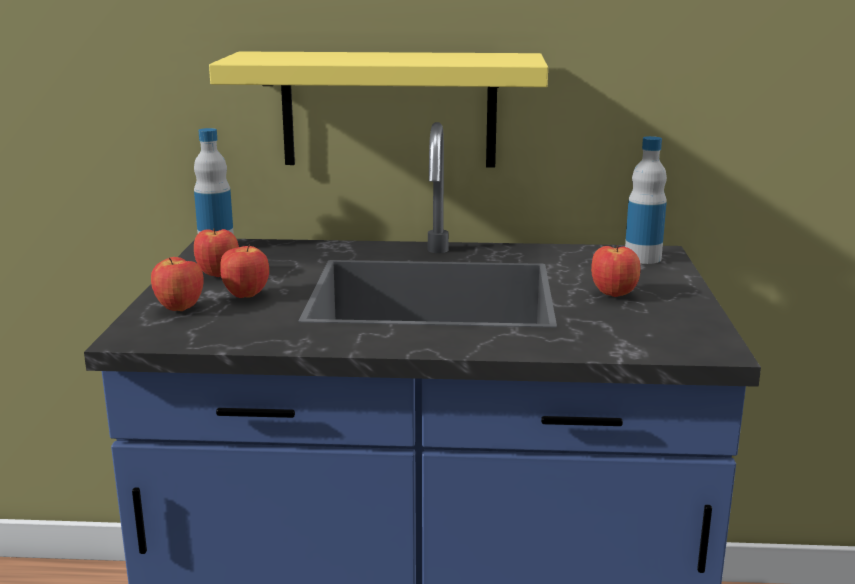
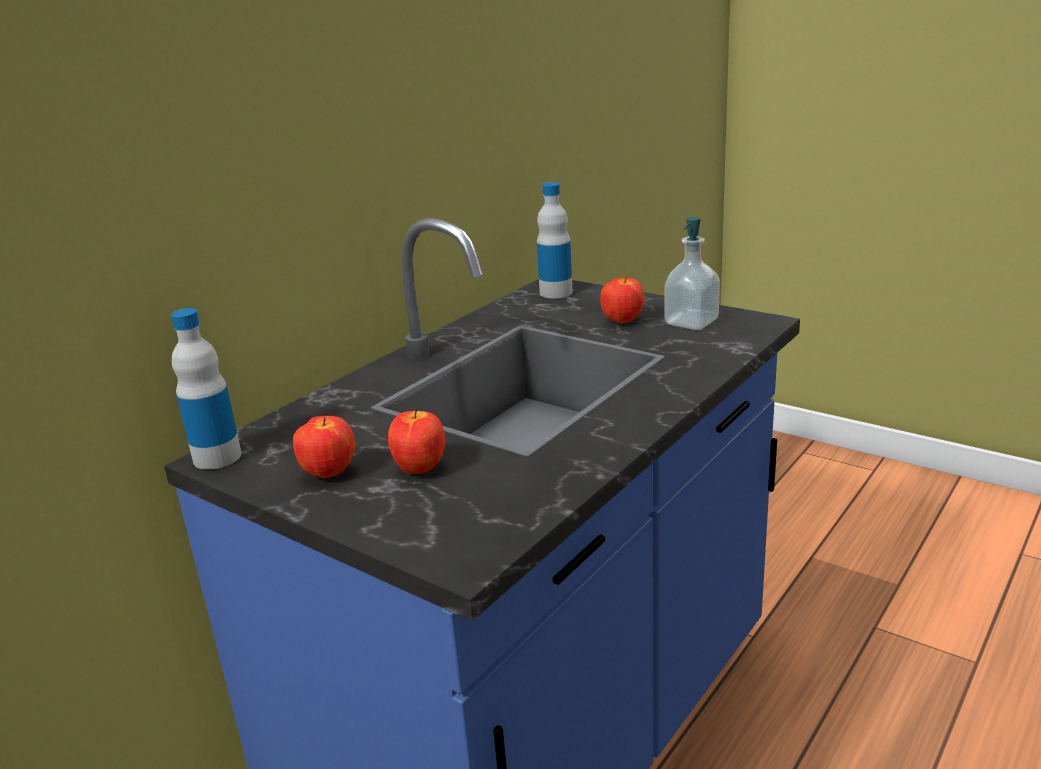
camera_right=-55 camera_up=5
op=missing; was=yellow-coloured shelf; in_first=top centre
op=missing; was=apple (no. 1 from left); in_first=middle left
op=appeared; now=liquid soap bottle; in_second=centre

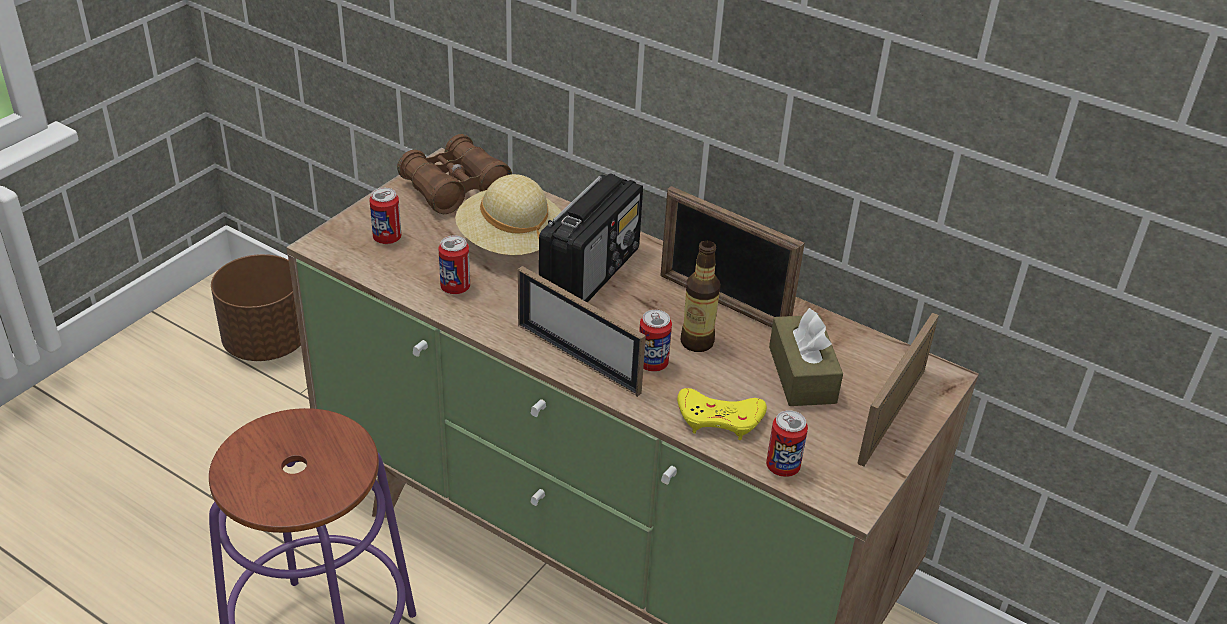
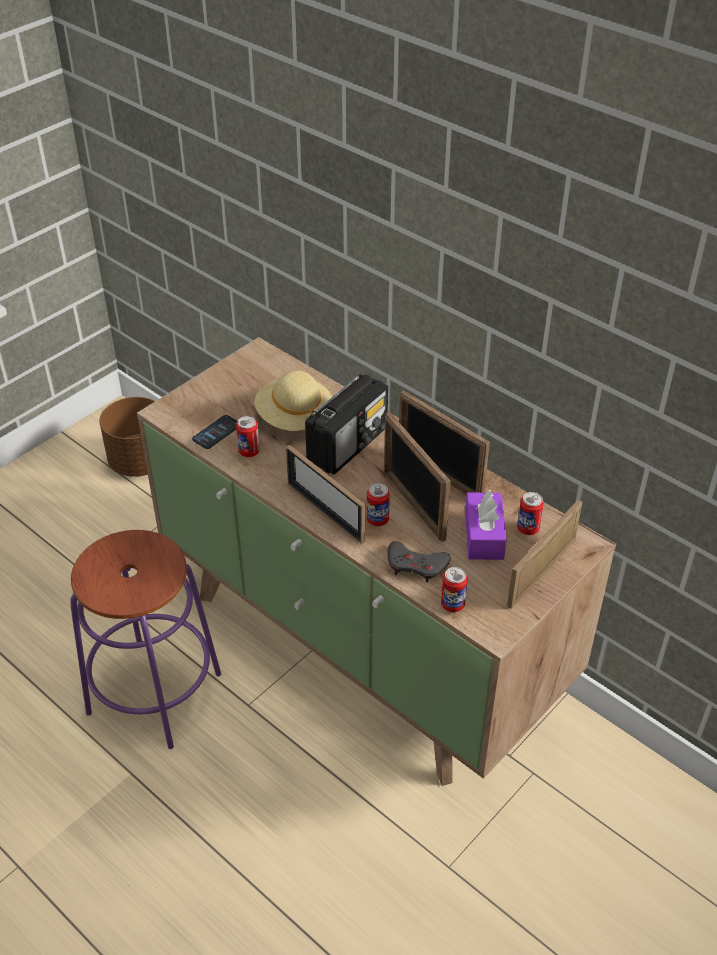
camera_right=10 camera_up=5
op=missing; was=brownish binoculars; in_first=top centre
op=relocated; was=metal can (no. 1 from left in the first image); now=metal can (no. 4 from left); in_first=middle left; in_second=middle right
op=exchanged; was=beverage bottle; now=picture frame (no. 2 from left); in_first=centre; in_second=centre
op=colour; was=brownish tissue box; now=purplish tissue box; in_first=centre; in_second=middle right
op=colour; was=yellow-coloured game controller; now=grey game controller; in_first=centre; in_second=centre
op=appeared; now=telephone; in_second=middle left

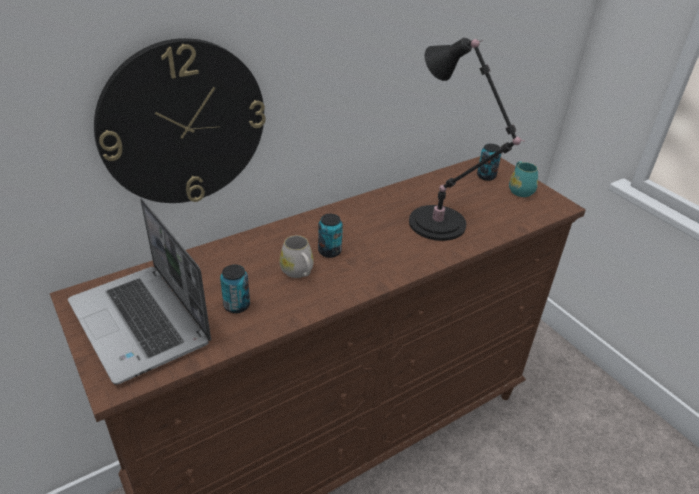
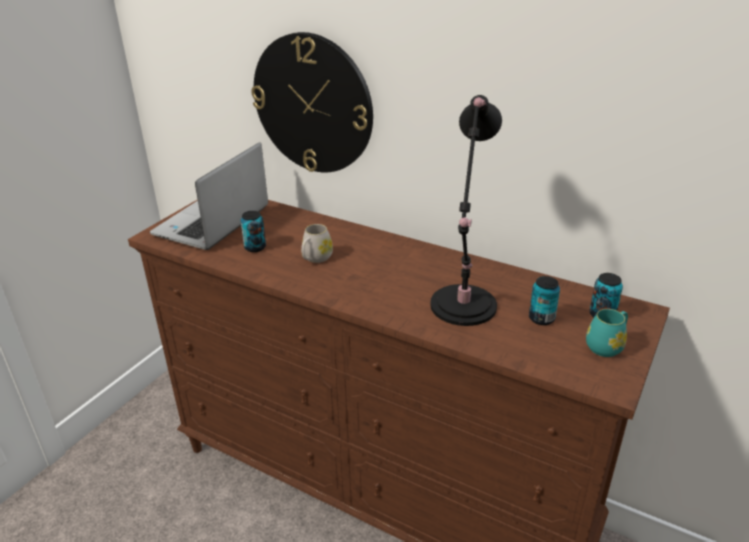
camera_right=65 camera_up=-5
op=relocated; was=metal can (no. 2 from left); in_first=centre; in_second=middle right

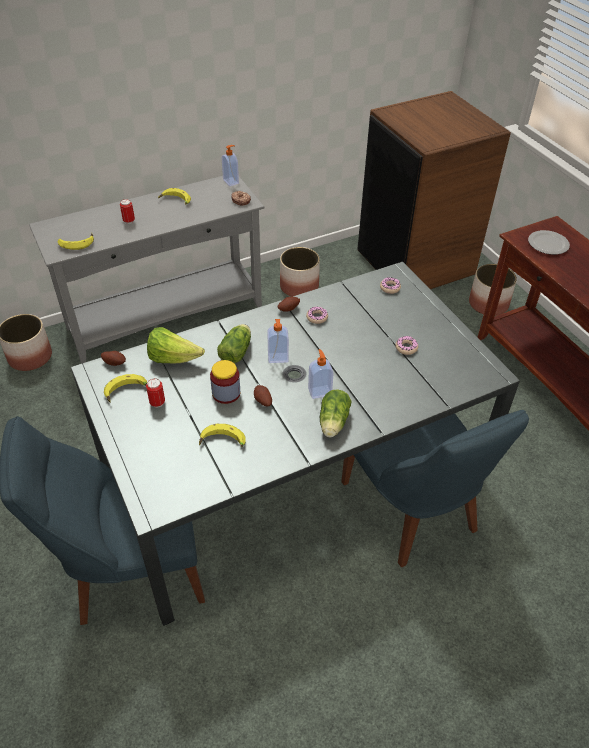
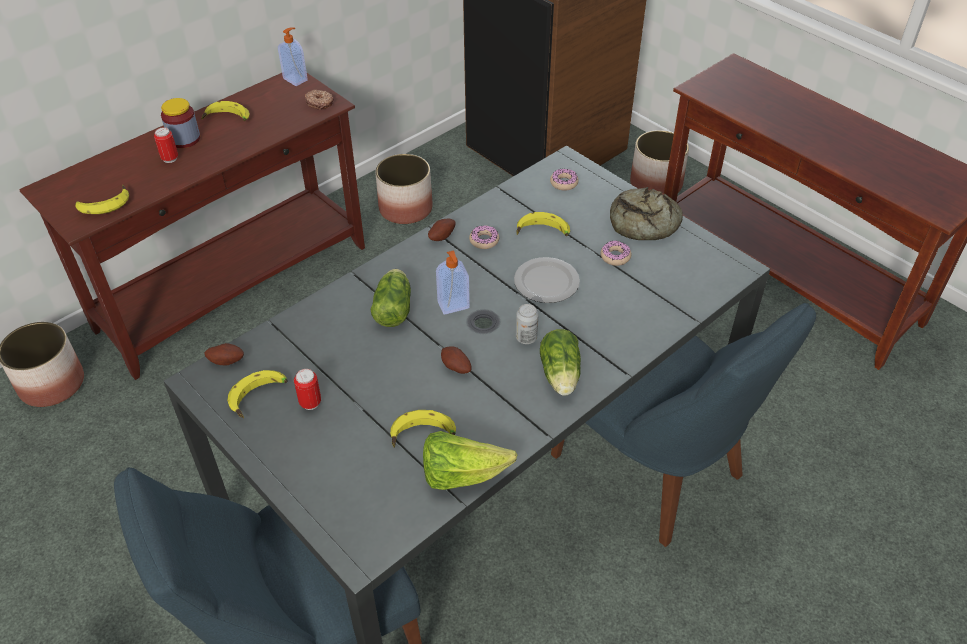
camera_right=-15 camera_up=0
op=colour; was=grey hall table; now=brownish hall table (no. 1 from left); in_first=middle left; in_second=middle left
op=relocated; was=flat dish; in_first=top right; in_second=centre
op=relocated; was=lettuce head (no. 1 from left in the first image); now=lettuce head (no. 2 from left); in_first=middle left; in_second=bottom centre
op=exchanged; was=liquid soap bottle (no. 3 from left); now=metal can (no. 3 from left); in_first=centre; in_second=centre
op=relocated; was=jar; in_first=centre; in_second=top left
op=appeared; now=bakery bread; in_second=top right
op=appeared; now=banana fruit (no. 5 from left); in_second=centre

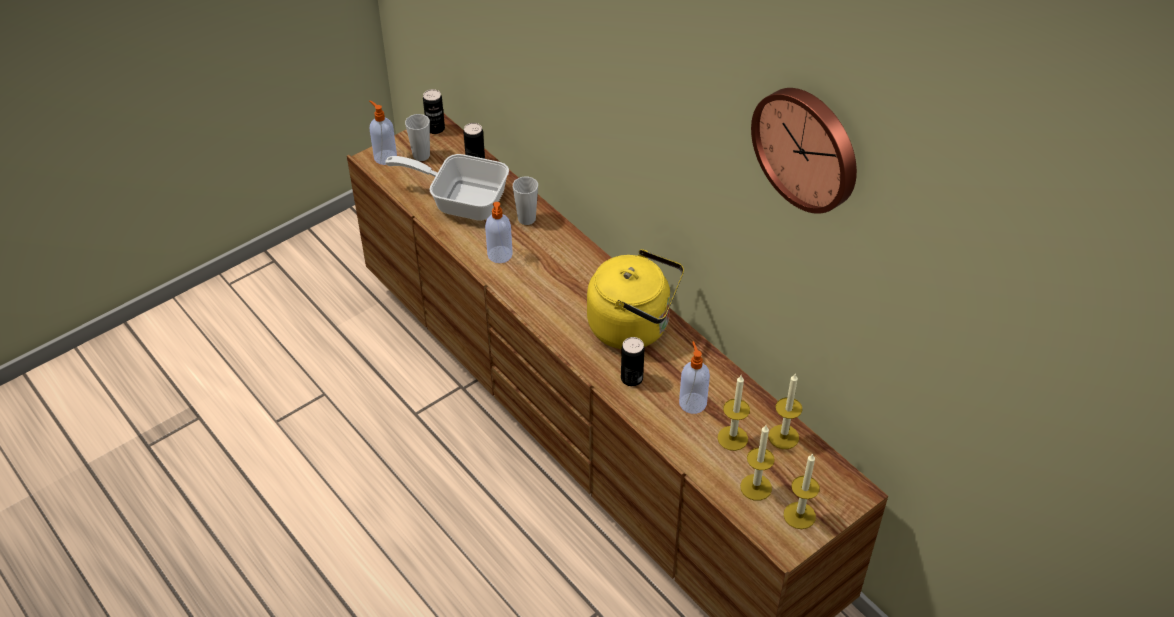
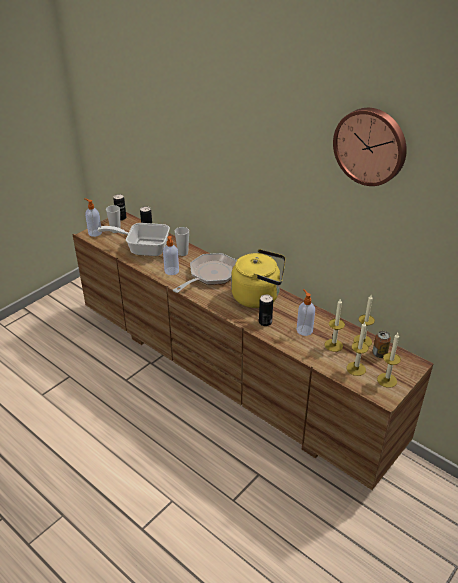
camera_right=-10 camera_up=-10
op=appeared; now=skillet (no. 2 from left); in_second=centre
op=appeared; now=metal can (no. 4 from left); in_second=middle right

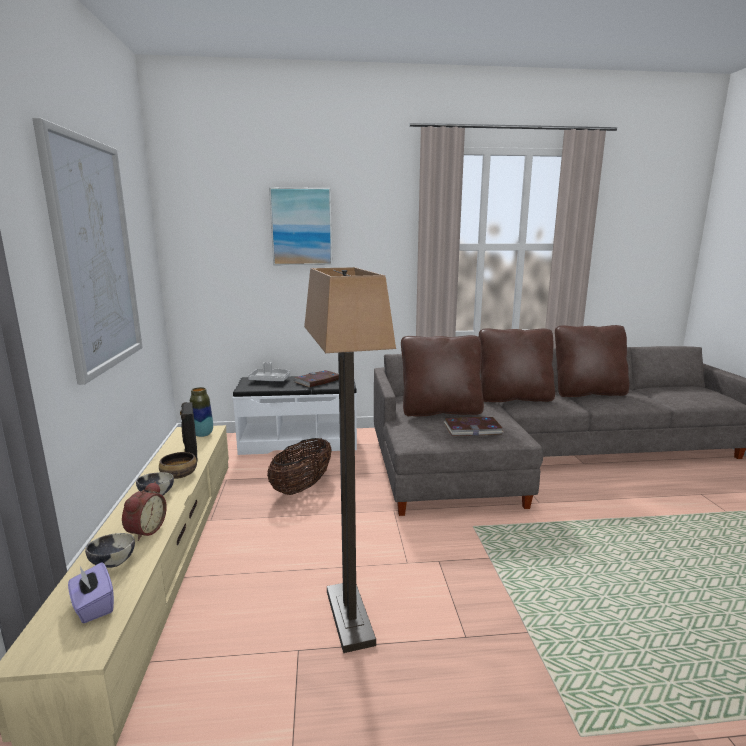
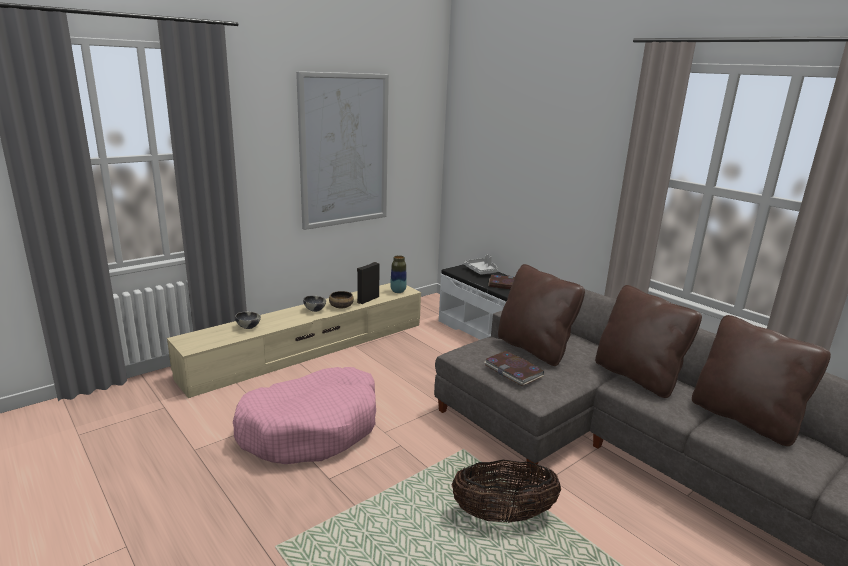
camera_right=55 camera_up=5
op=missing; was=wall picture (no. 2 from left); in_first=top centre
op=exchanged; was=floor lamp; now=pink-coloured dog bed; in_first=centre; in_second=bottom centre
op=relocated; was=household basket; in_first=centre; in_second=bottom centre
op=missing; was=table clock; in_first=bottom left
op=missing; was=purplish tissue box; in_first=bottom left

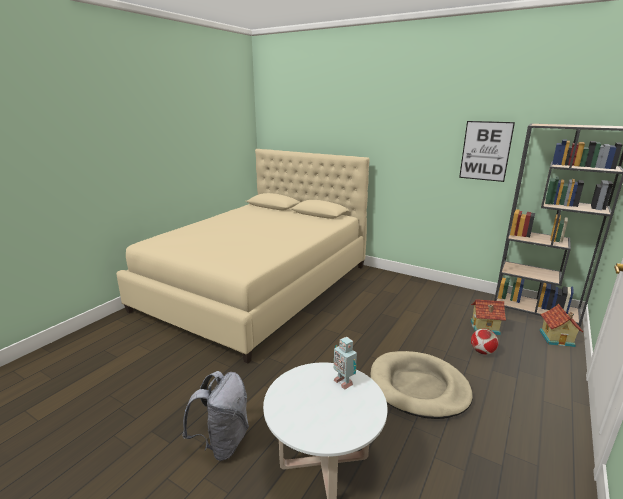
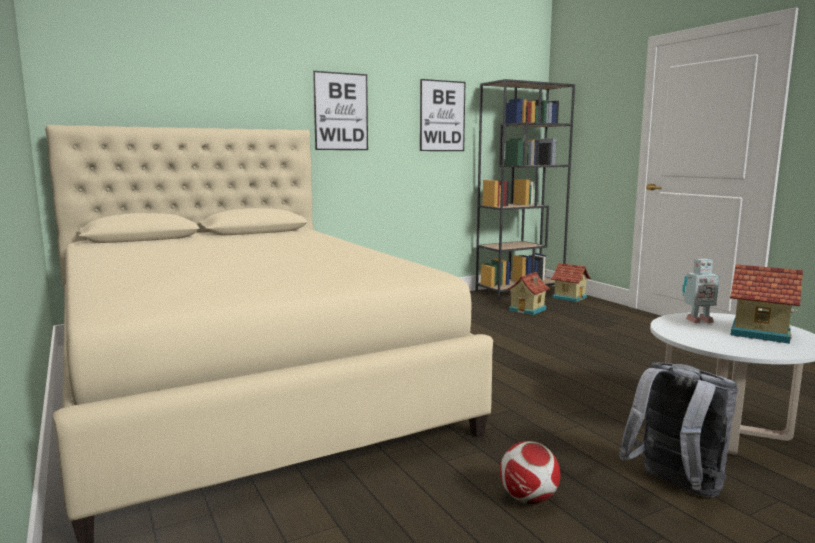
camera_right=-60 camera_up=-10
op=relocated; was=football; in_first=bottom right; in_second=bottom centre
op=missing; was=beige dog bed; in_first=bottom right
op=appeared; now=wall picture (no. 1 from left); in_second=top centre
op=appeared; now=toy house (no. 3 from left); in_second=middle right

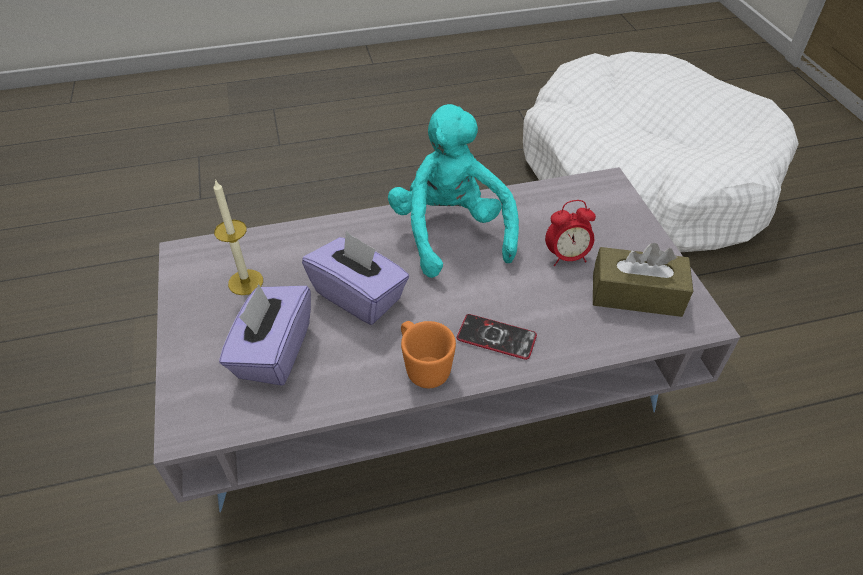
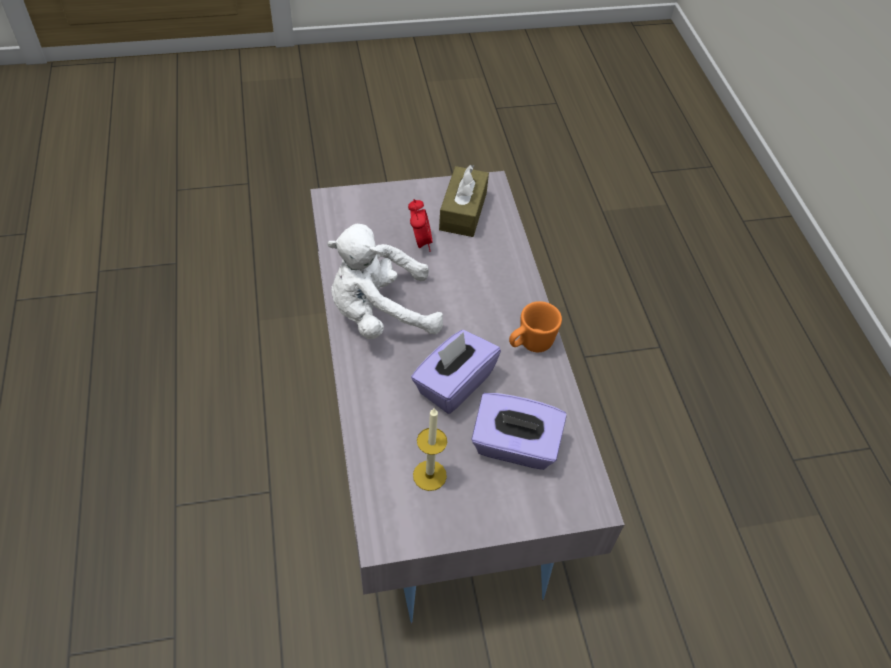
camera_right=-90 camera_up=5
op=missing; was=white-coloured dog bed; in_first=top right
op=colour; was=turquoise cuddly toy; now=white-coloured cuddly toy; in_first=top centre; in_second=centre
op=missing; was=telephone; in_first=centre

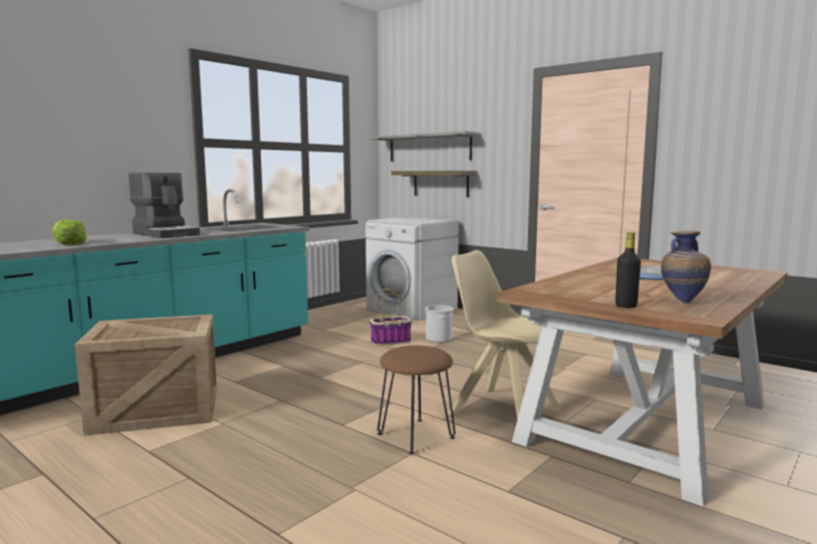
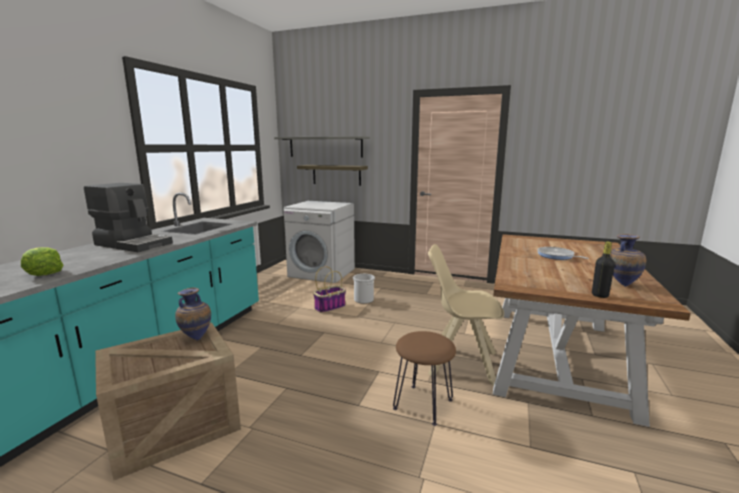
camera_right=-20 camera_up=5
op=appeared; now=decorative vase (no. 1 from left); in_second=middle left

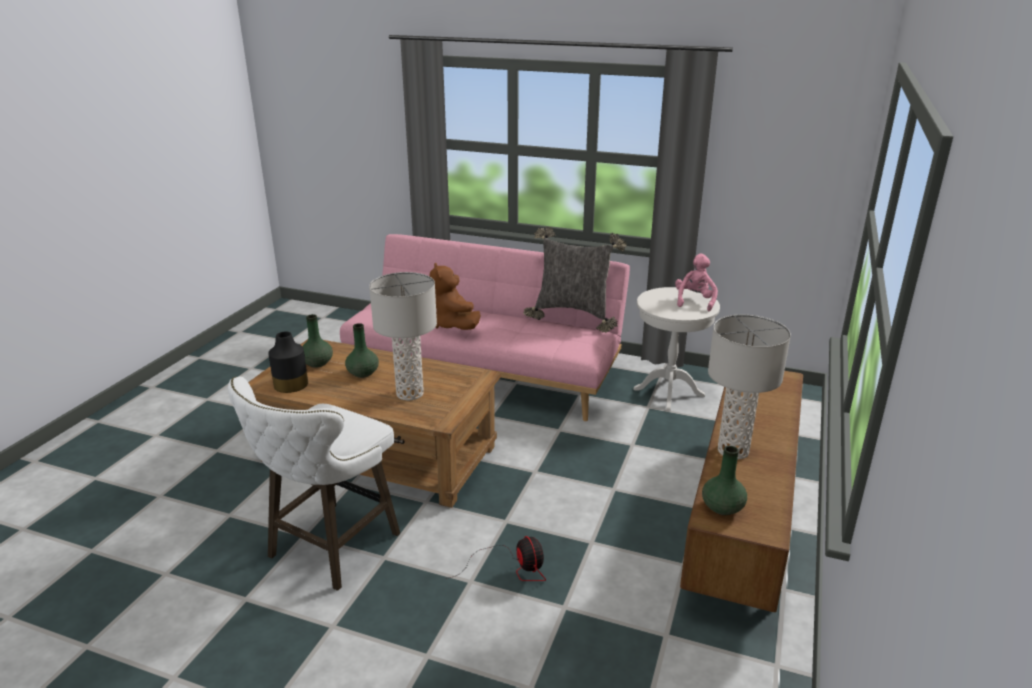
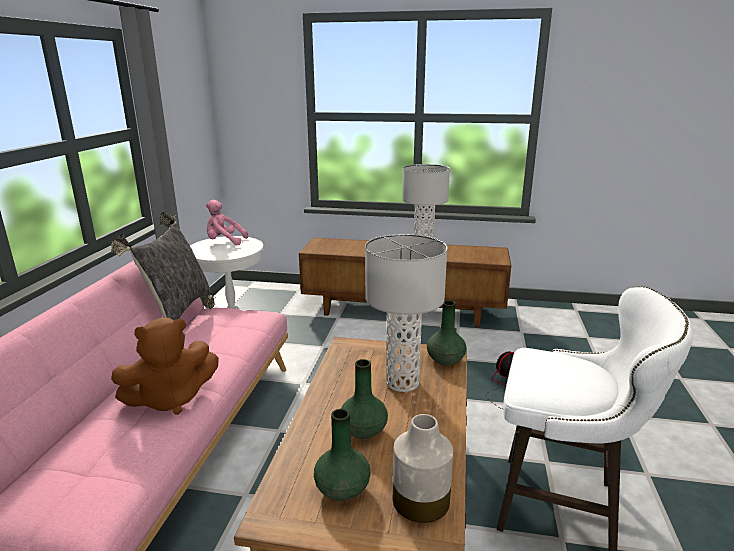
camera_right=-100 camera_up=-5
op=colour; was=blackish decorative vase; now=beige decorative vase; in_first=middle left; in_second=bottom centre
op=relocated; was=green-coloured decorative vase (no. 3 from left); in_first=bottom right; in_second=centre

